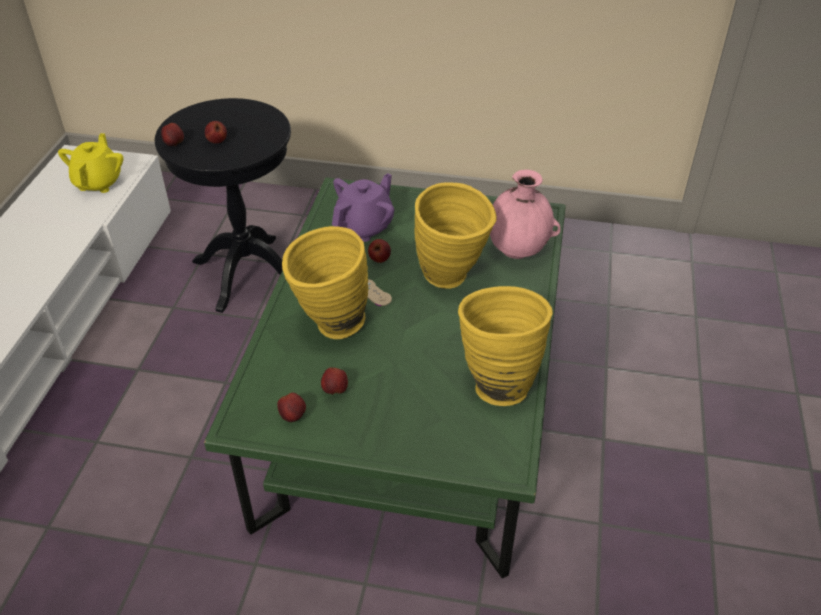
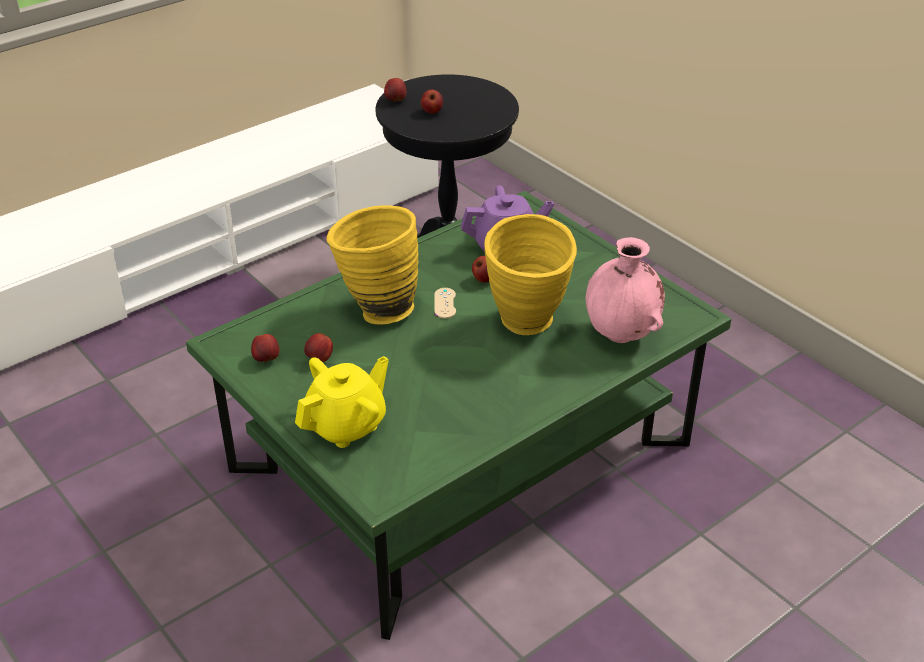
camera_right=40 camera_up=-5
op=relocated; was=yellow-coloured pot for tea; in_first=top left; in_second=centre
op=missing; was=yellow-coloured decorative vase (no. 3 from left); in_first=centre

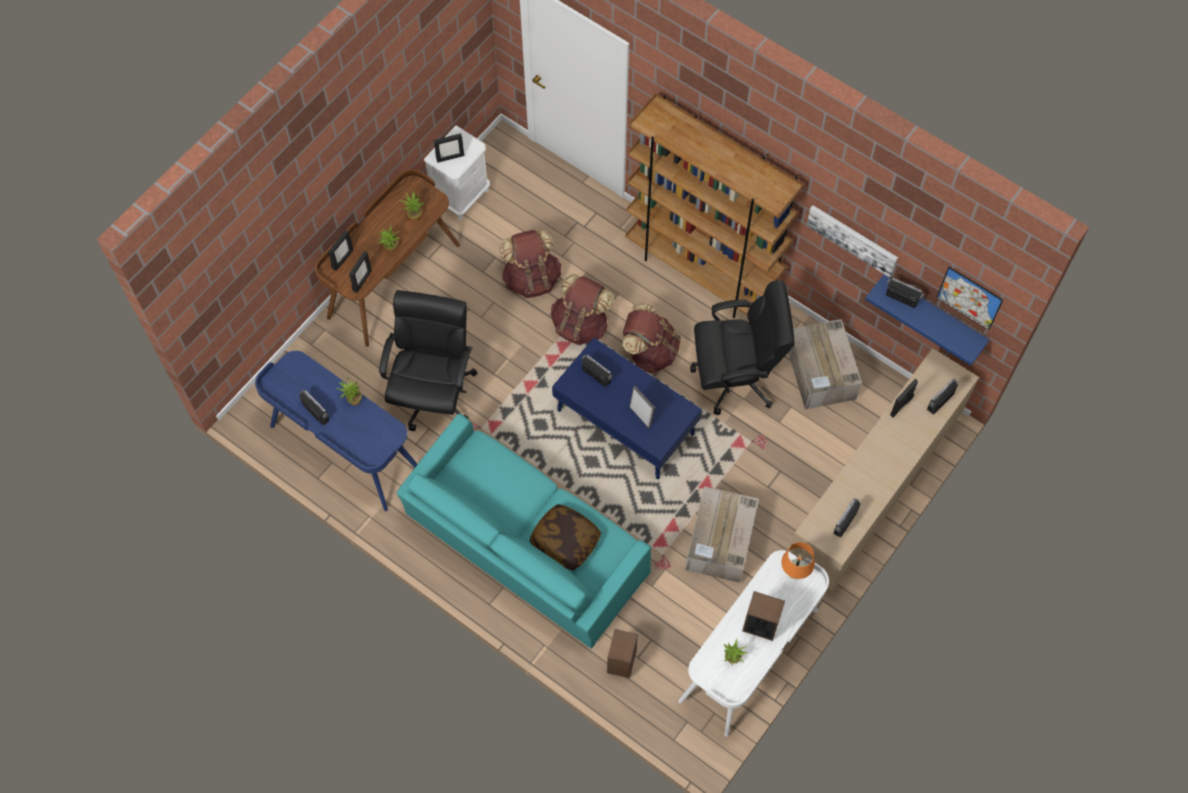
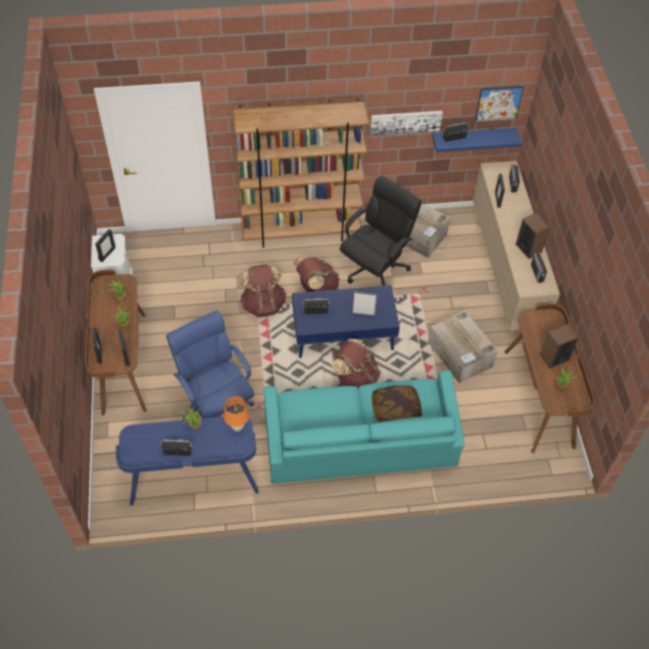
camera_right=-45 camera_up=-10
op=relocated; was=brownish rucksack (no. 1 from left in the first image); now=brownish rucksack (no. 3 from left); in_first=top centre; in_second=centre
op=colour; was=blackish computer chair (no. 1 from left); now=bluish computer chair; in_first=centre; in_second=middle left
op=relocated; was=orangey lamp for a table; in_first=bottom right; in_second=centre
op=colour; was=white-coloured desk; now=brownish desk (no. 2 from left); in_first=bottom centre; in_second=middle right
op=relocated; was=audio speaker (no. 1 from left); in_first=bottom centre; in_second=middle right

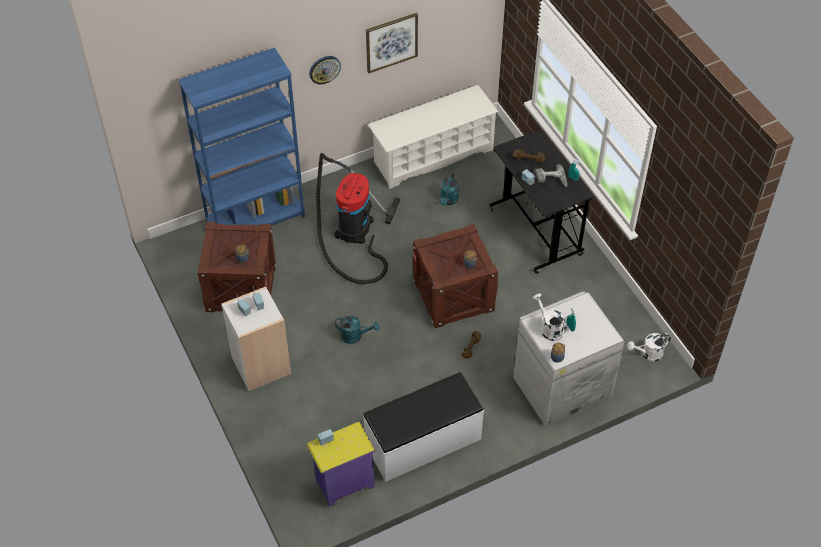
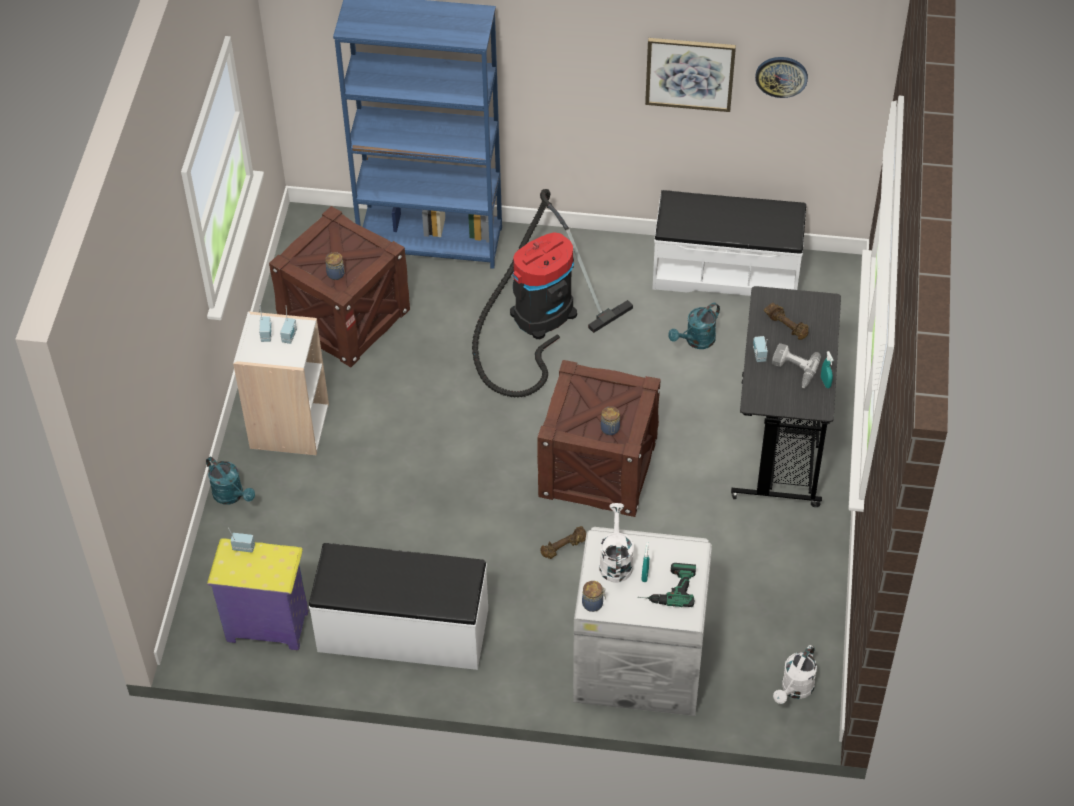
camera_right=35 camera_up=0
op=relocated; was=wall clock; in_first=top centre; in_second=top right
op=exchanged; was=white-coloured shoe shelf; now=white-coloured indoor bench (no. 2 from left); in_first=top centre; in_second=top right
op=relocated; was=turquoise watering can (no. 1 from left); in_first=centre; in_second=middle left
op=spun; was=white-coloured watering can (no. 2 from left); in_first=middle right; in_second=bottom right; clockwise=-75
op=appeared; now=power drill (no. 1 from left); in_second=bottom centre

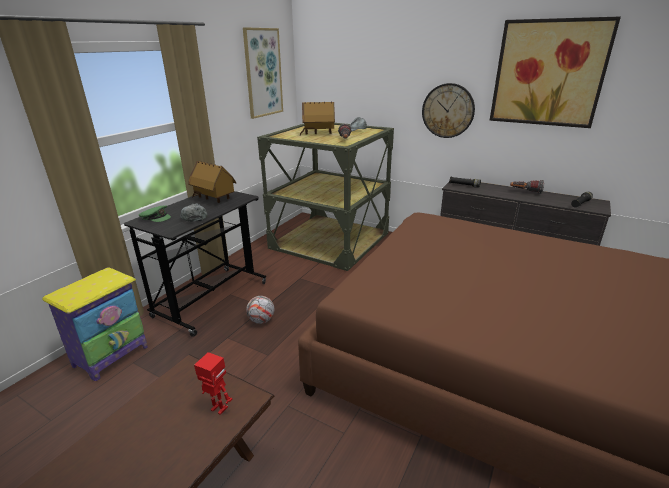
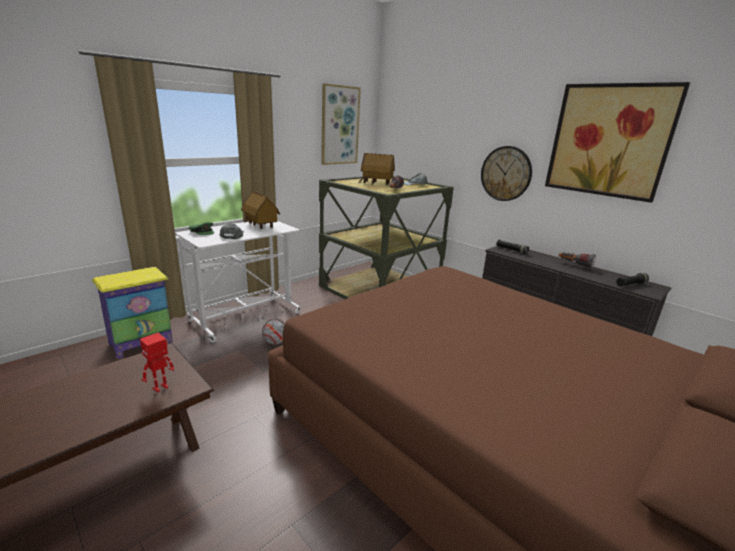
camera_right=15 camera_up=-5
op=colour; was=blackish desk; now=white-coloured desk; in_first=middle left; in_second=middle left
op=spun; was=robot figure; in_first=bottom left; in_second=middle left; clockwise=-90

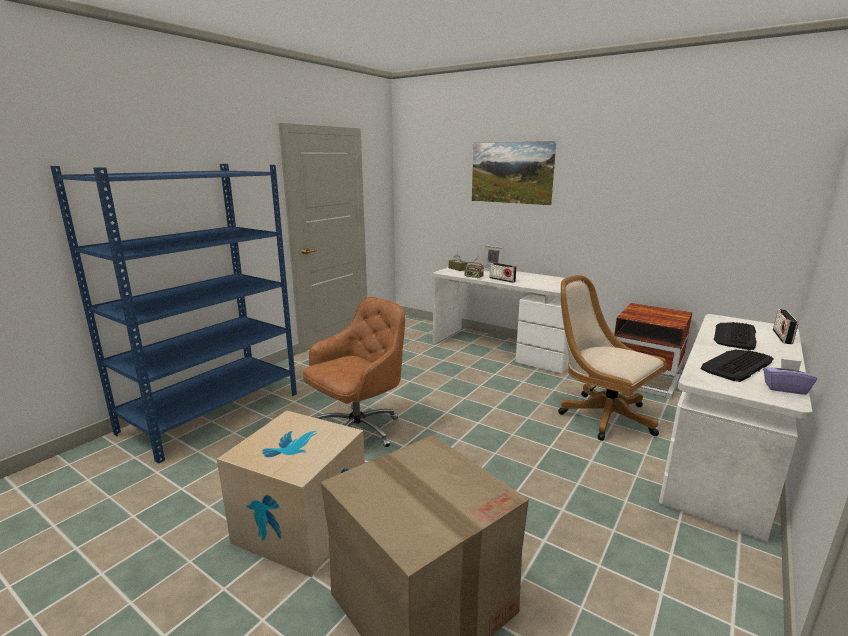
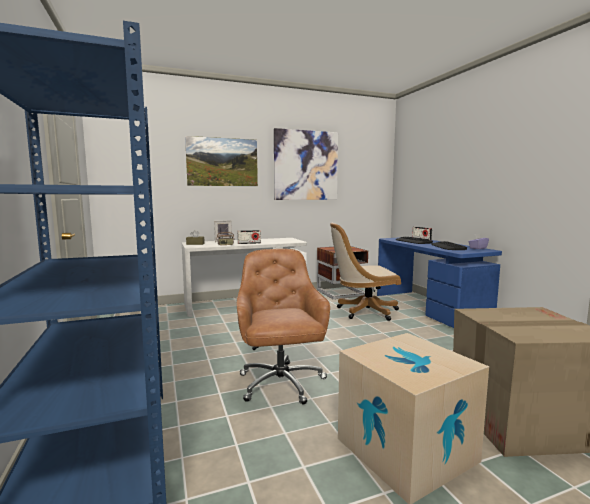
camera_right=-55 camera_up=-10
op=colour; was=white-coloured desk (no. 2 from left); now=bluish desk; in_first=bottom right; in_second=middle right
op=appeared; now=wall picture (no. 2 from left); in_second=top centre

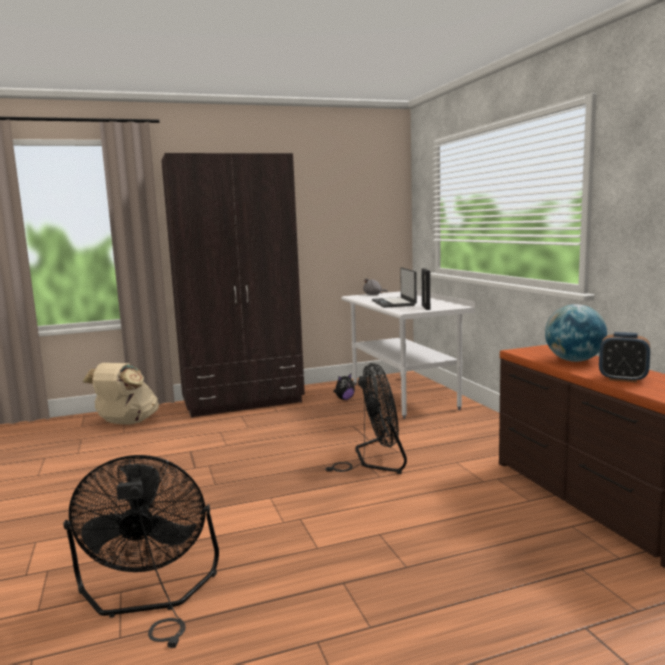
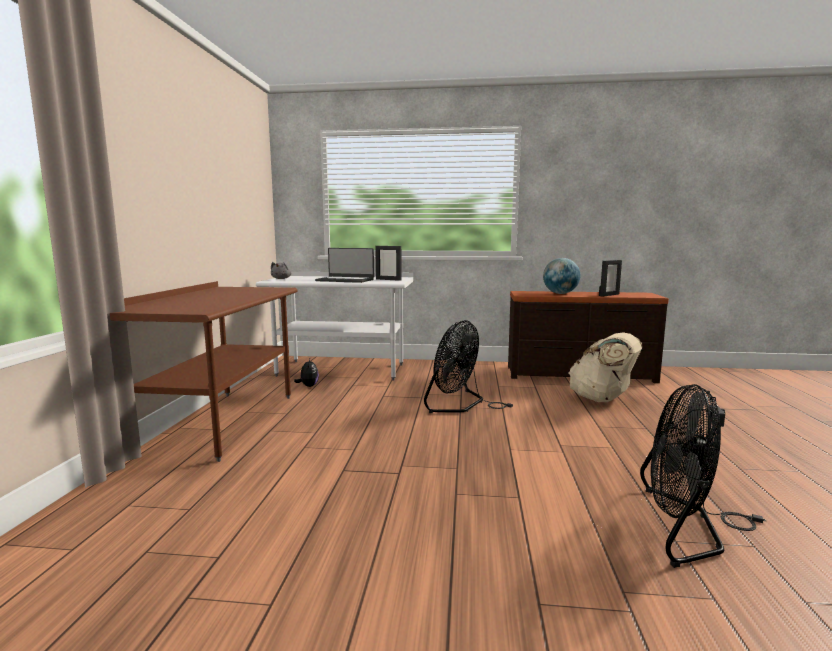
camera_right=-65 camera_up=0
op=exchanged; was=brownish wardrobe; now=brownish desk; in_first=centre; in_second=middle left
op=exchanged; was=table clock; now=picture frame (no. 2 from left); in_first=middle right; in_second=middle right
op=relocated; was=beige rucksack; in_first=middle left; in_second=middle right
op=spun; was=blackish fan (no. 2 from left in the first image); in_first=centre; in_second=centre; clockwise=-75

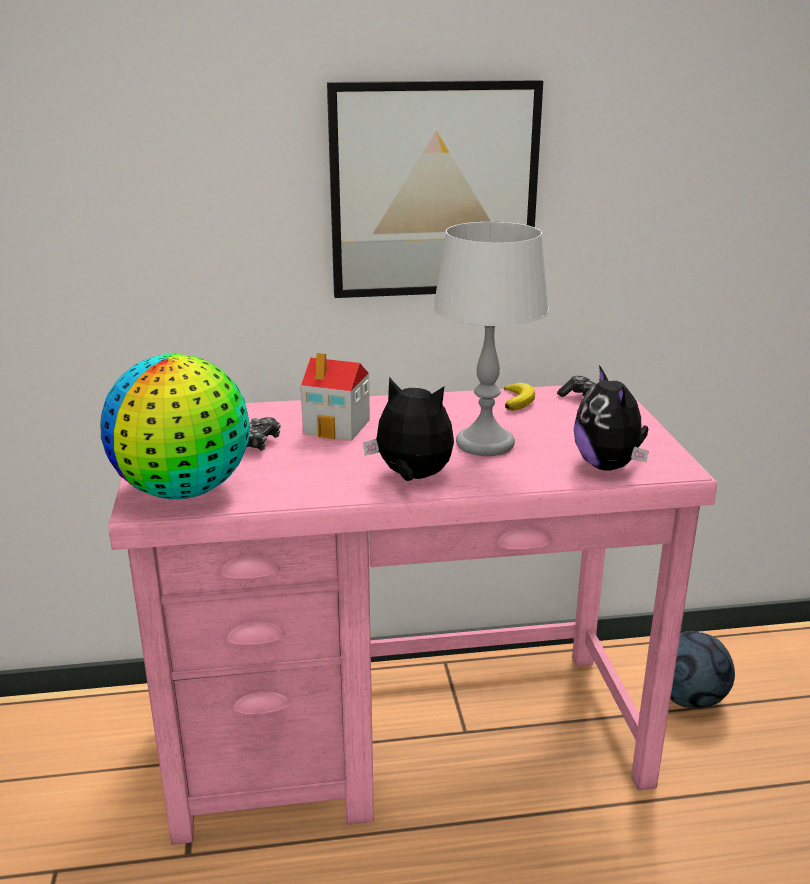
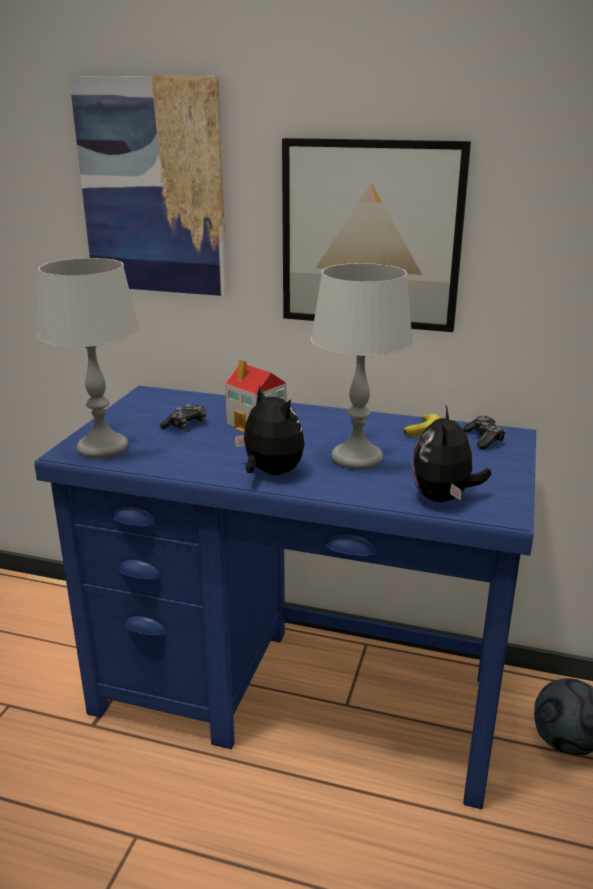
camera_right=25 camera_up=0
op=exchanged; was=world globe; now=grey lamp for a table (no. 1 from left); in_first=middle left; in_second=middle left
op=colour; was=pink-coloured desk; now=bluish desk; in_first=bottom centre; in_second=bottom centre
op=appeared; now=wall picture (no. 1 from left); in_second=top left

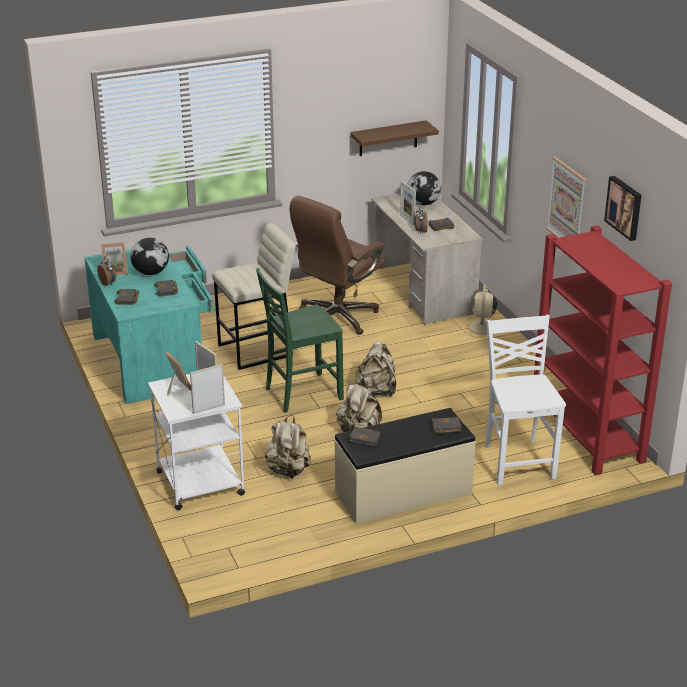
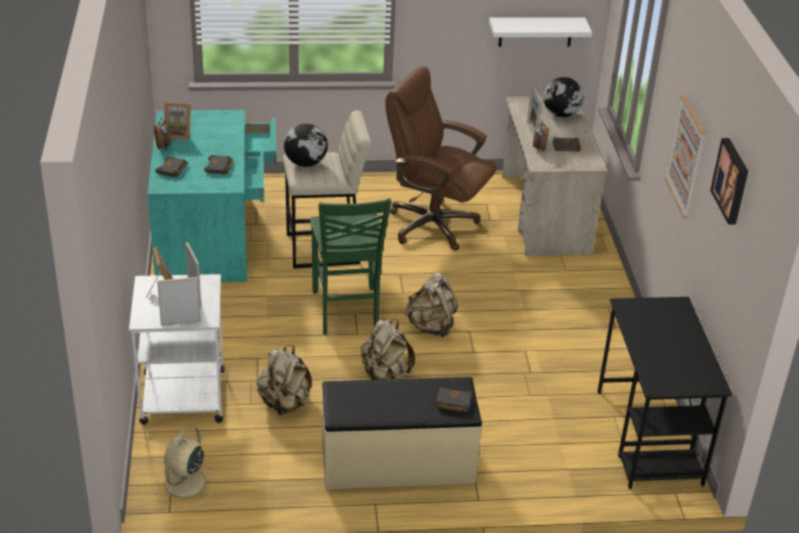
camera_right=15 camera_up=5
op=colour; was=brownish shelf; now=white-coloured shelf; in_first=top centre; in_second=top right
op=spun; was=brownish computer chair; in_first=centre; in_second=top centre; clockwise=60
op=exchanged; was=red bookshelf; now=blackish desk; in_first=middle right; in_second=bottom right
op=relocated; was=world globe (no. 1 from left); in_first=middle left; in_second=top centre
op=spun; was=green-coloured plain chair; in_first=centre; in_second=centre; clockwise=-90
op=relocated; was=beige fan; in_first=middle right; in_second=bottom left
op=missing; was=white-coloured plain chair; in_first=middle right
op=missing; was=blackish bound book (no. 3 from left); in_first=centre

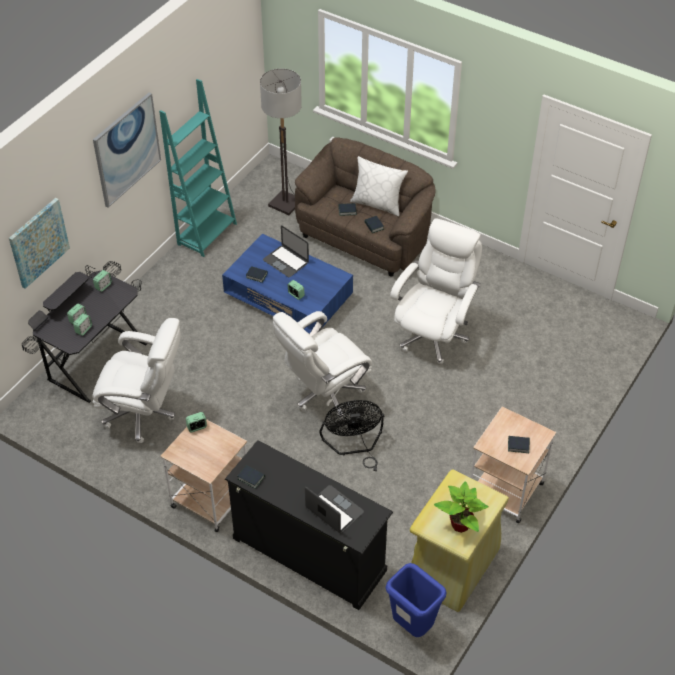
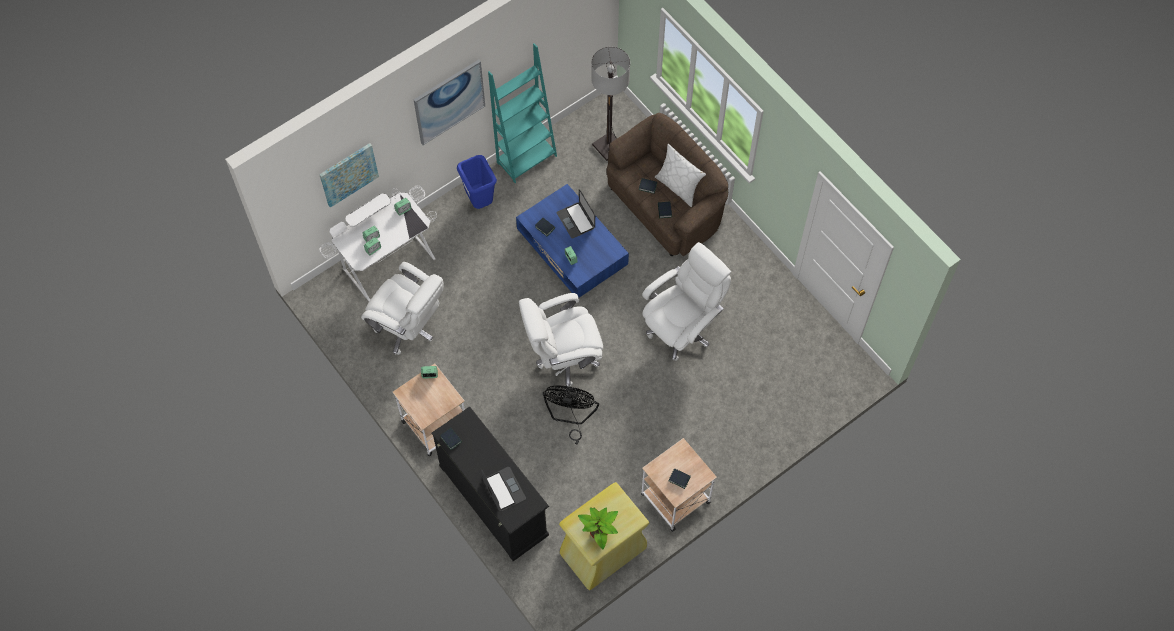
camera_right=20 camera_up=15
op=colour; was=blackish desk; now=white-coloured desk; in_first=middle left; in_second=middle left
op=relocated; was=bluish trash can; in_first=bottom centre; in_second=top centre

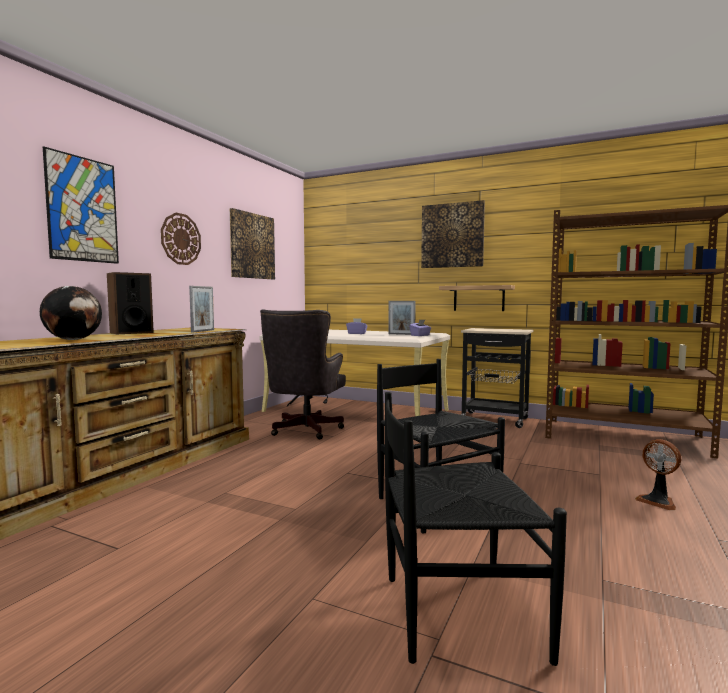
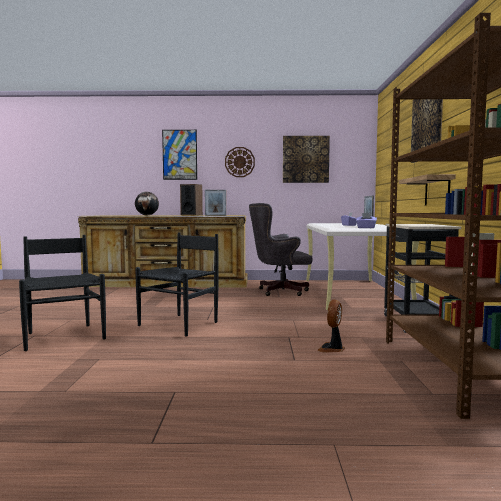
camera_right=65 camera_up=0
op=relocated; was=fan; in_first=bottom right; in_second=centre

